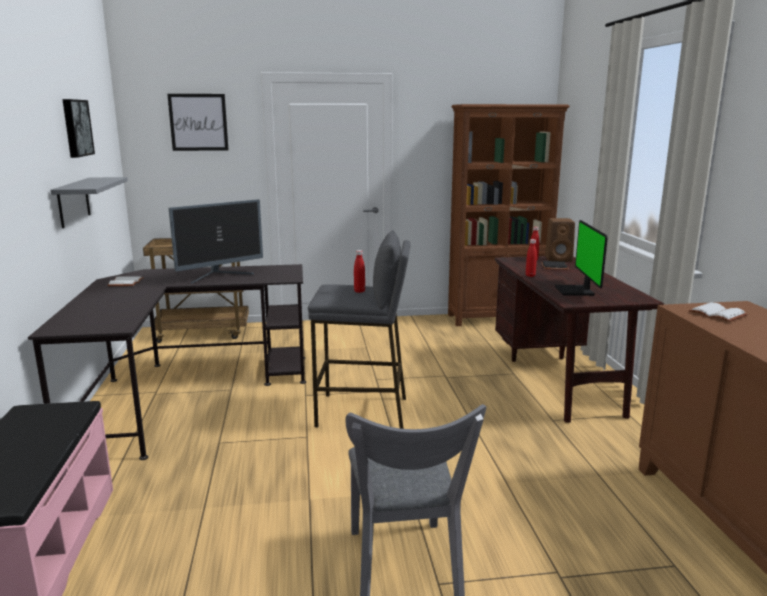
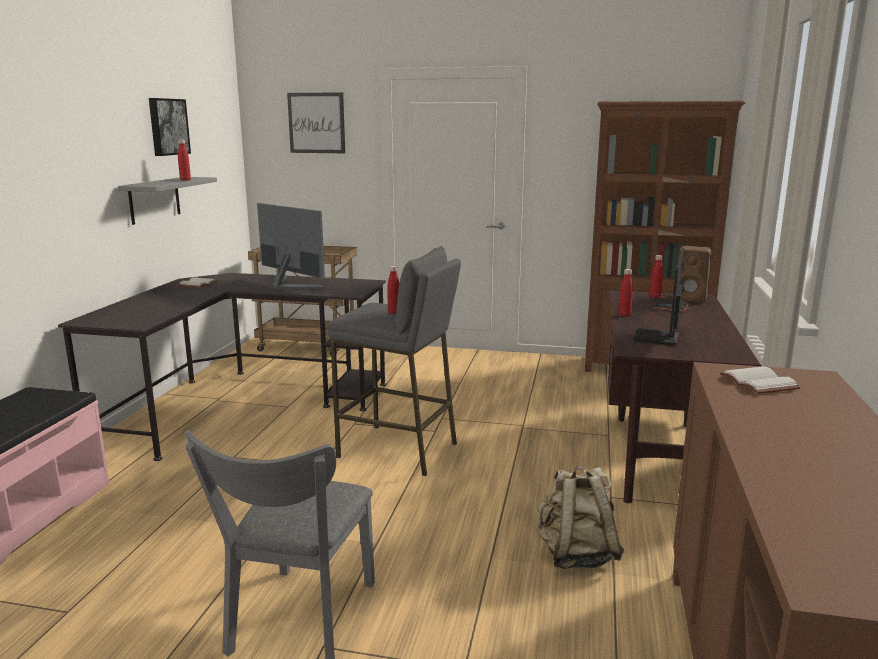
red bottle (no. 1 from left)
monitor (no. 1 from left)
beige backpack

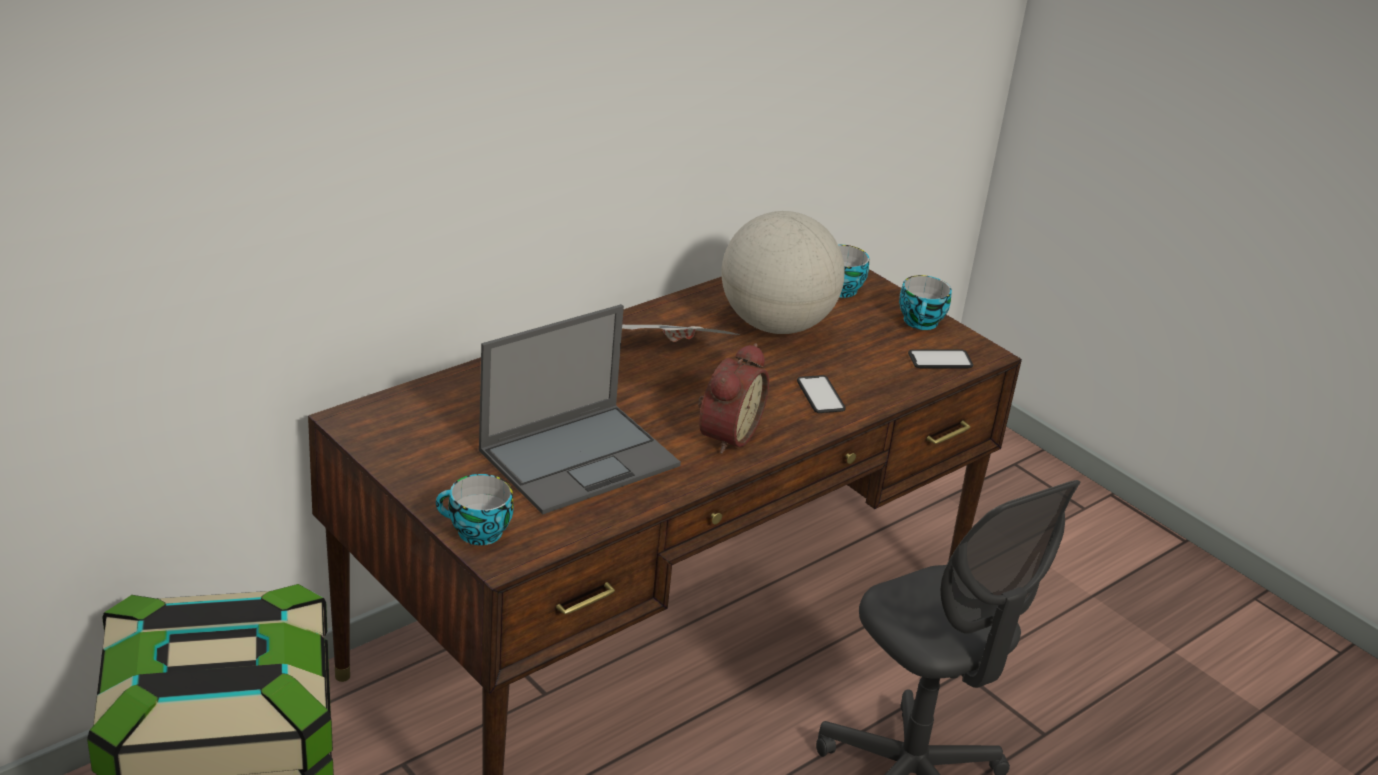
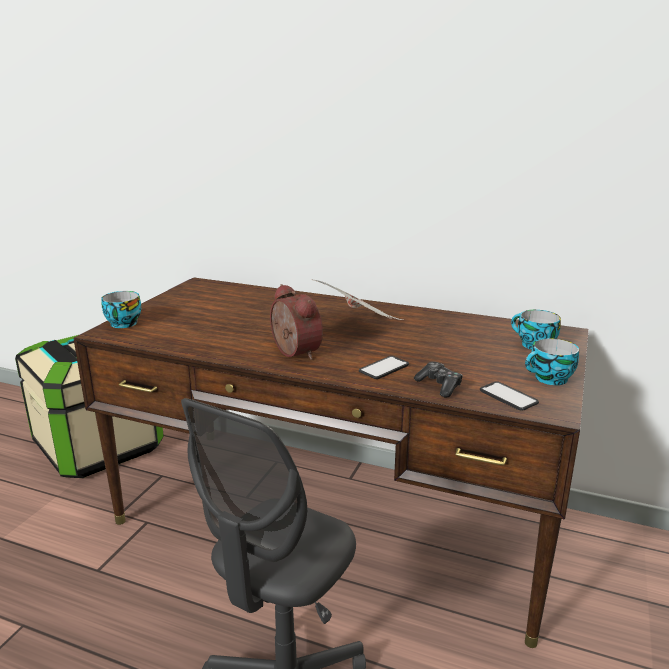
alarm clock
game controller
laptop
globe

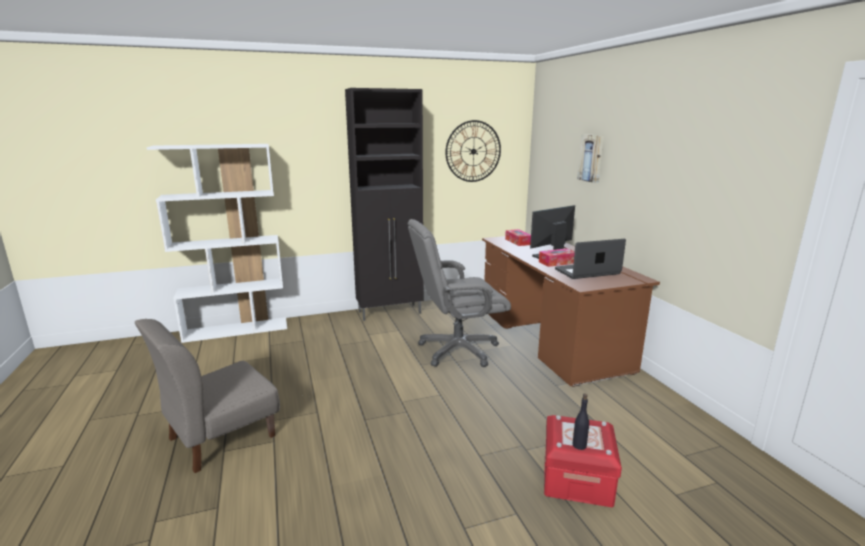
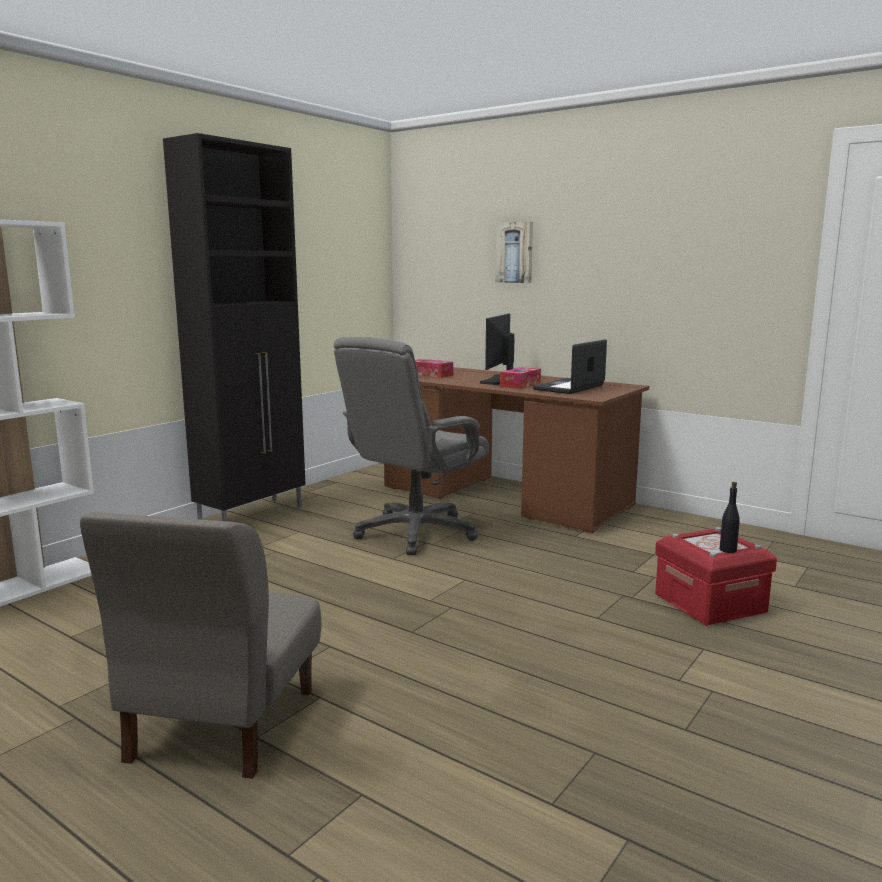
wall clock

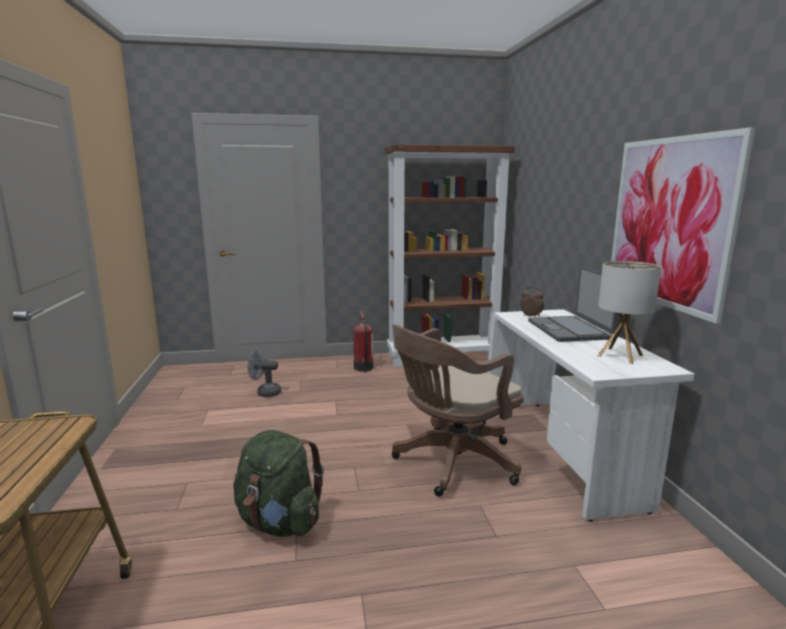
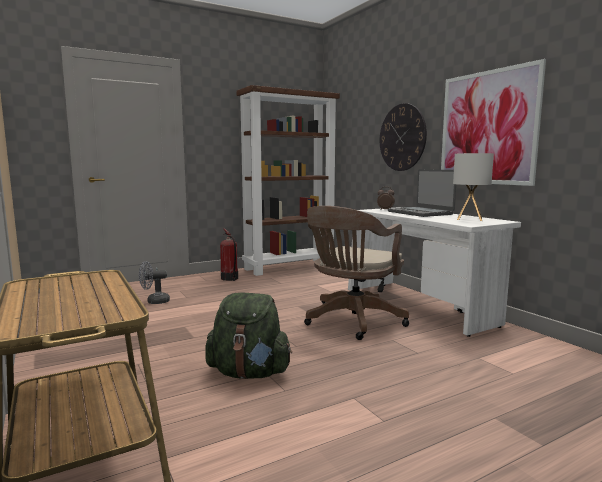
wall clock

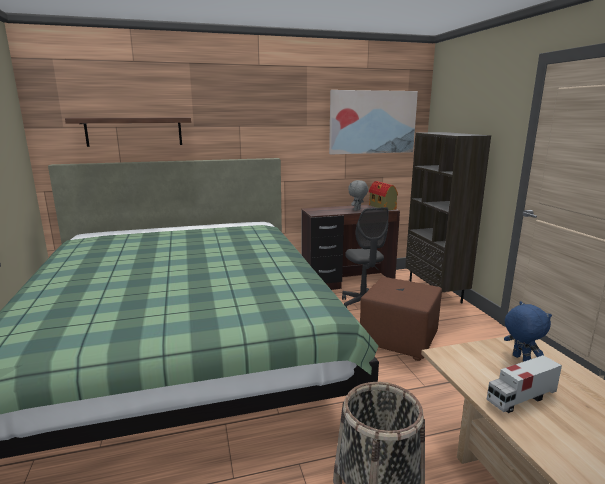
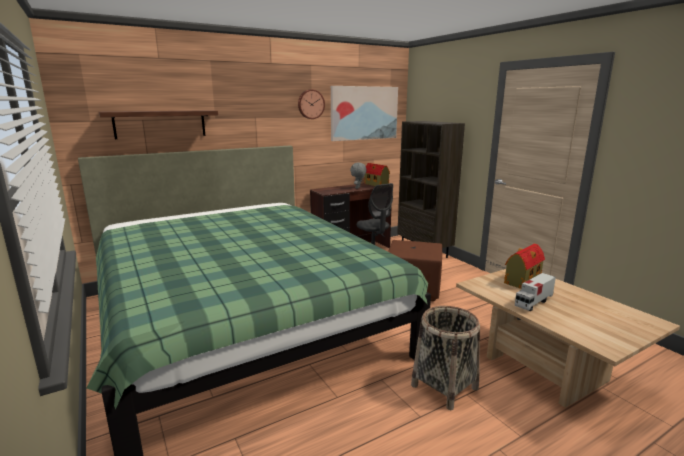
wall clock
toy house (no. 2 from left)

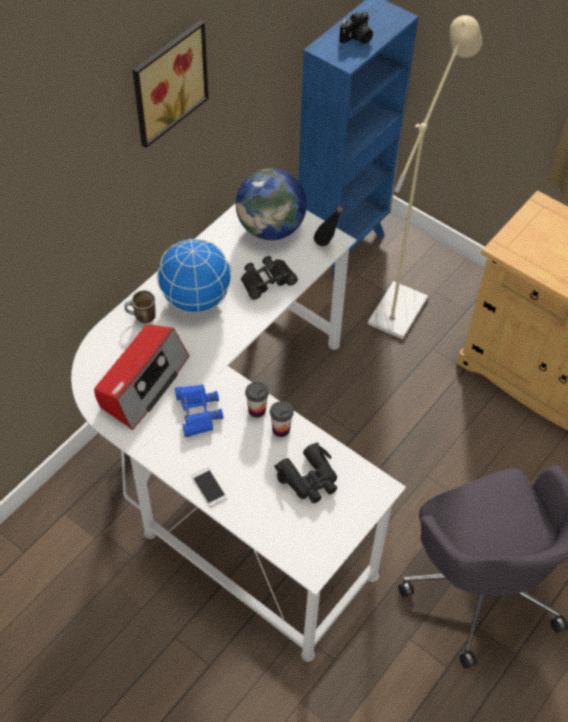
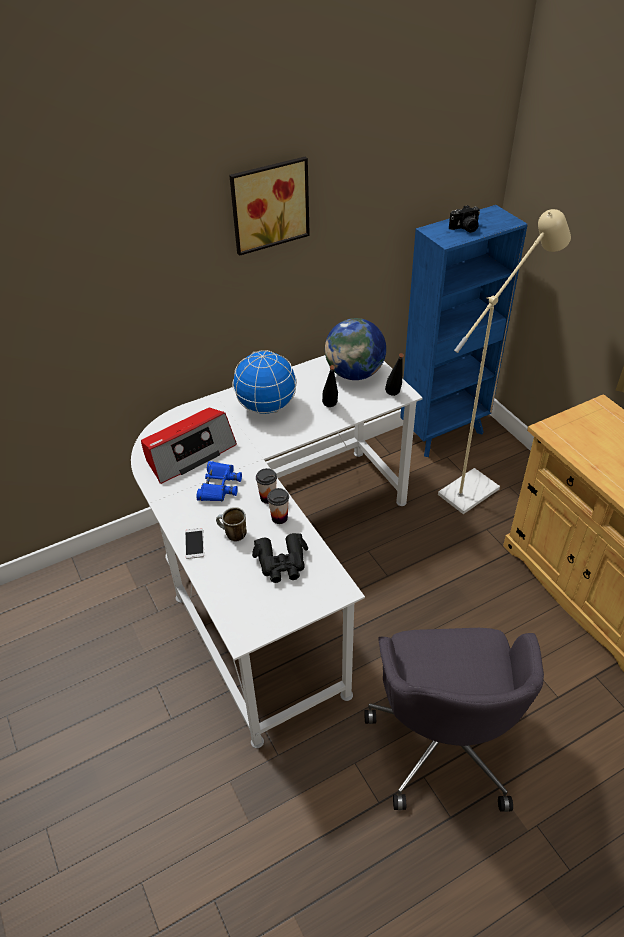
mug
black bottle (no. 1 from left)

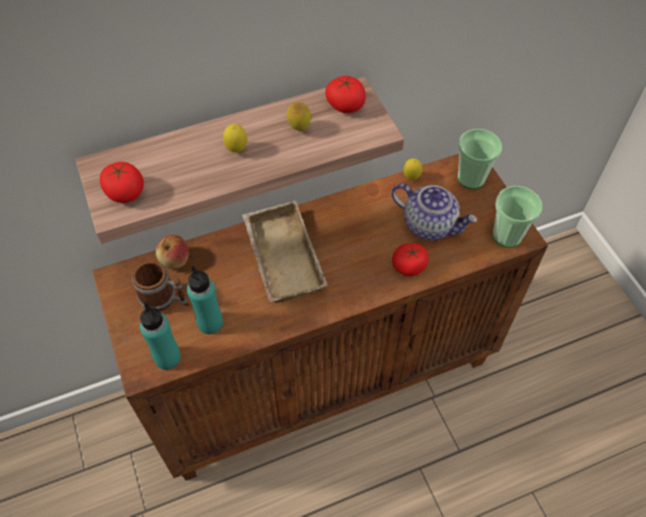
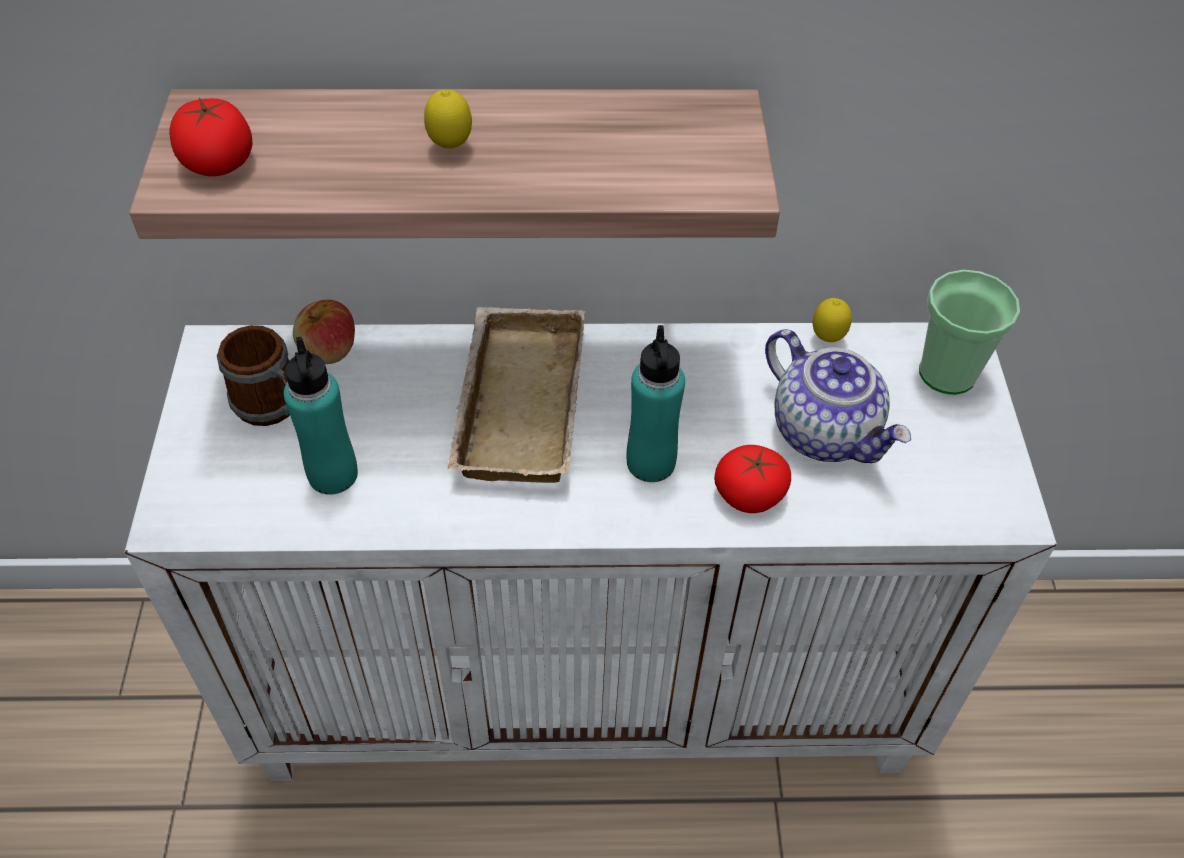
white cabinet
turquoise bottle (no. 2 from left)
lemon (no. 2 from left in the first image)
tomato (no. 2 from left in the first image)
cup (no. 2 from left in the first image)

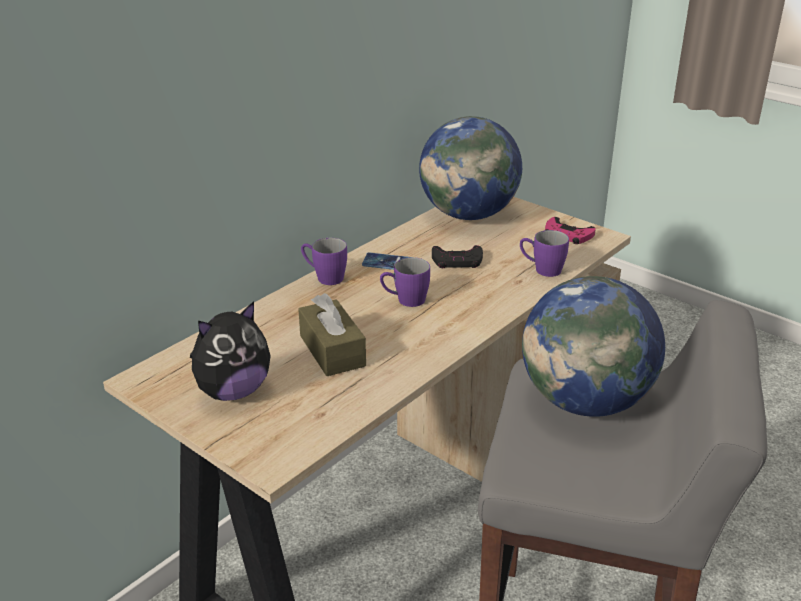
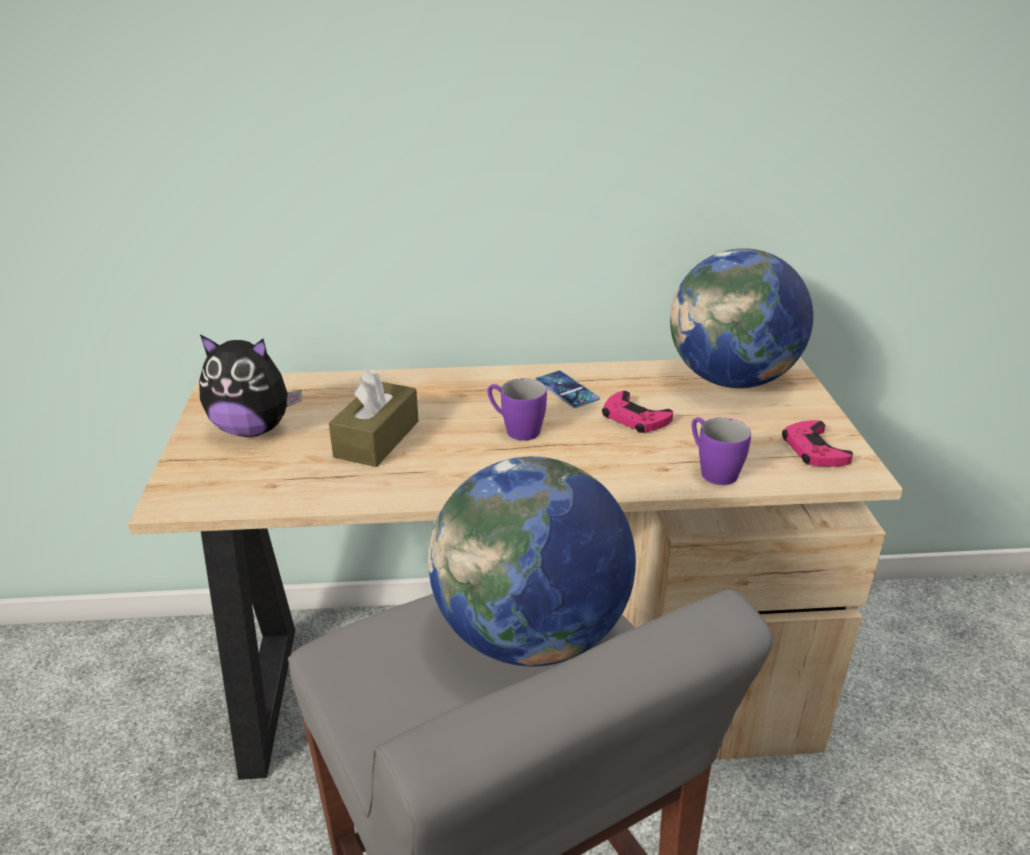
pink game controller (no. 1 from left)
purple mug (no. 1 from left in the first image)

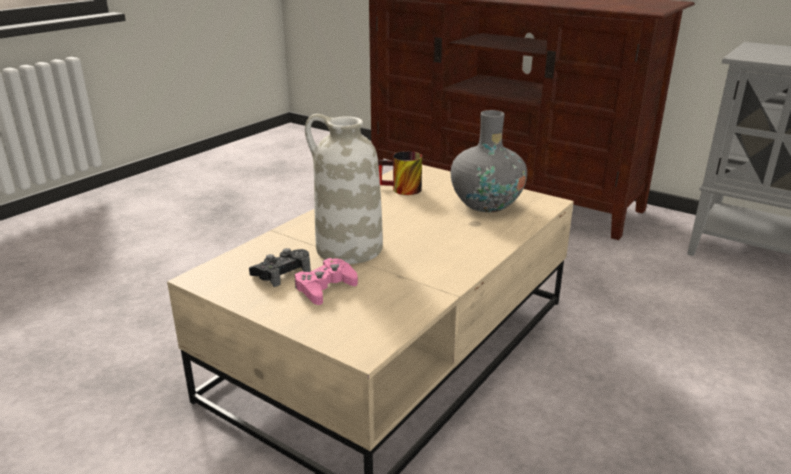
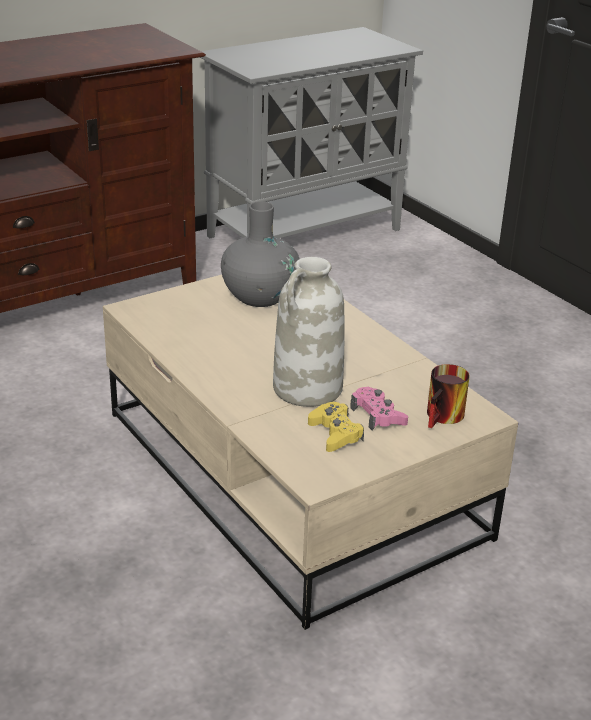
yellow game controller
mug

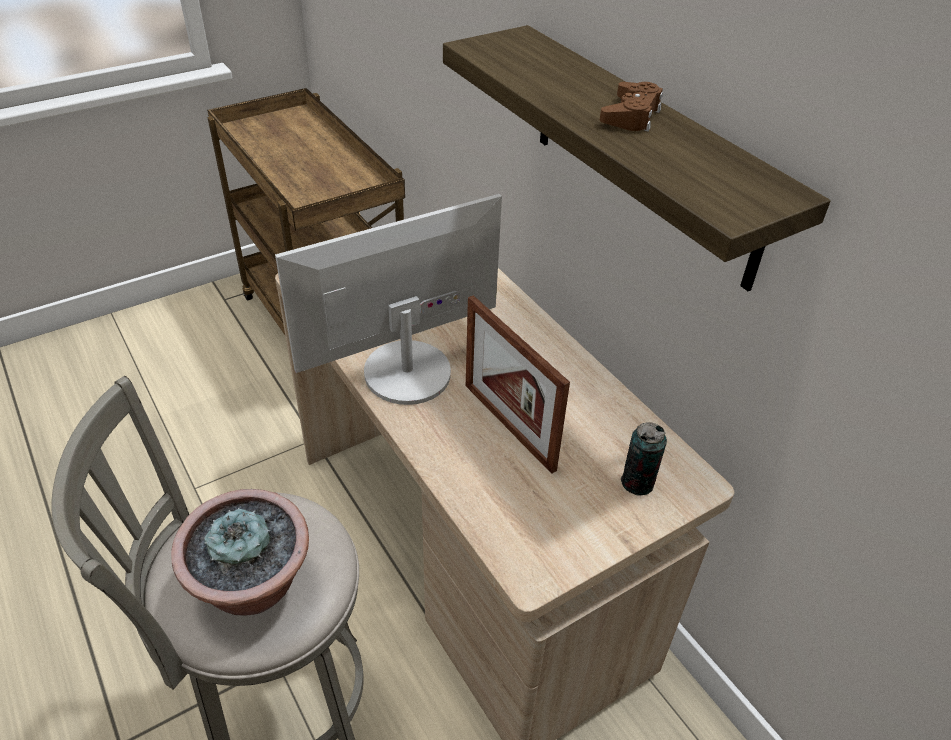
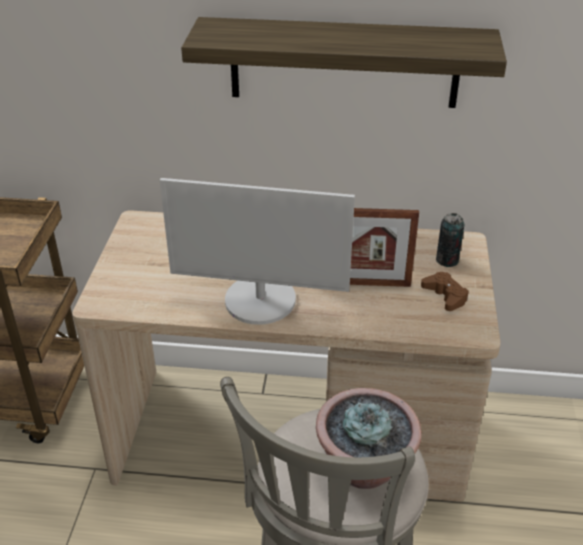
monitor
brown game controller

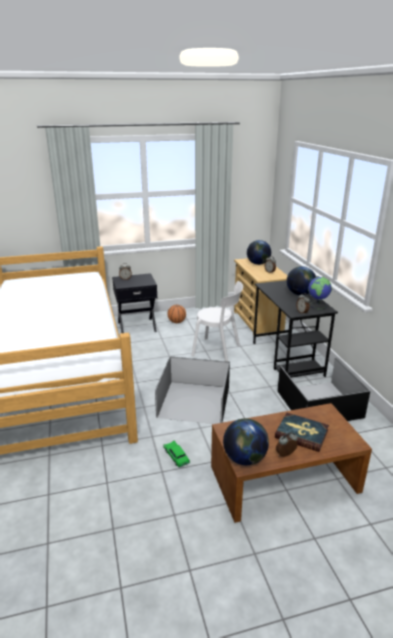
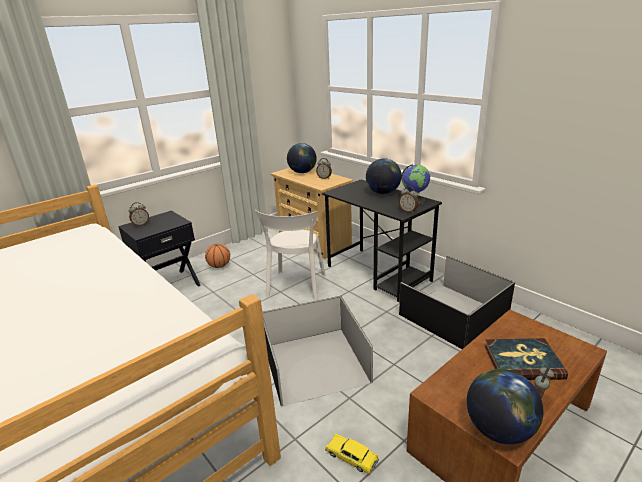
white chair
yellow toy car

